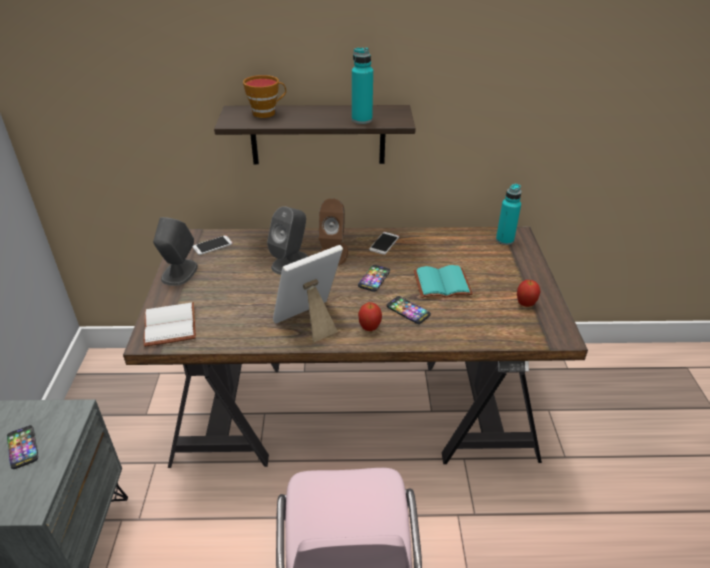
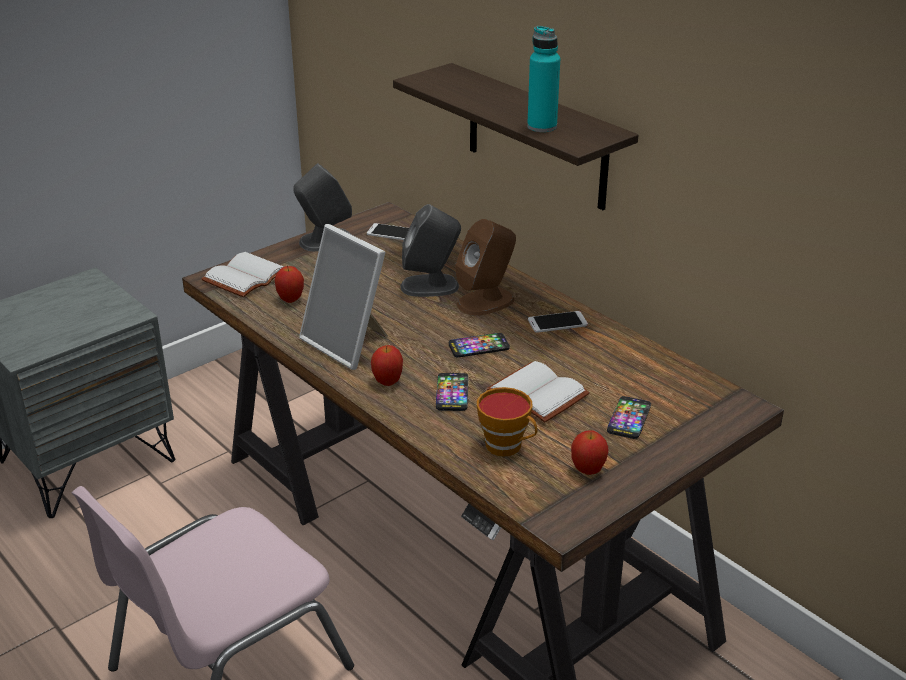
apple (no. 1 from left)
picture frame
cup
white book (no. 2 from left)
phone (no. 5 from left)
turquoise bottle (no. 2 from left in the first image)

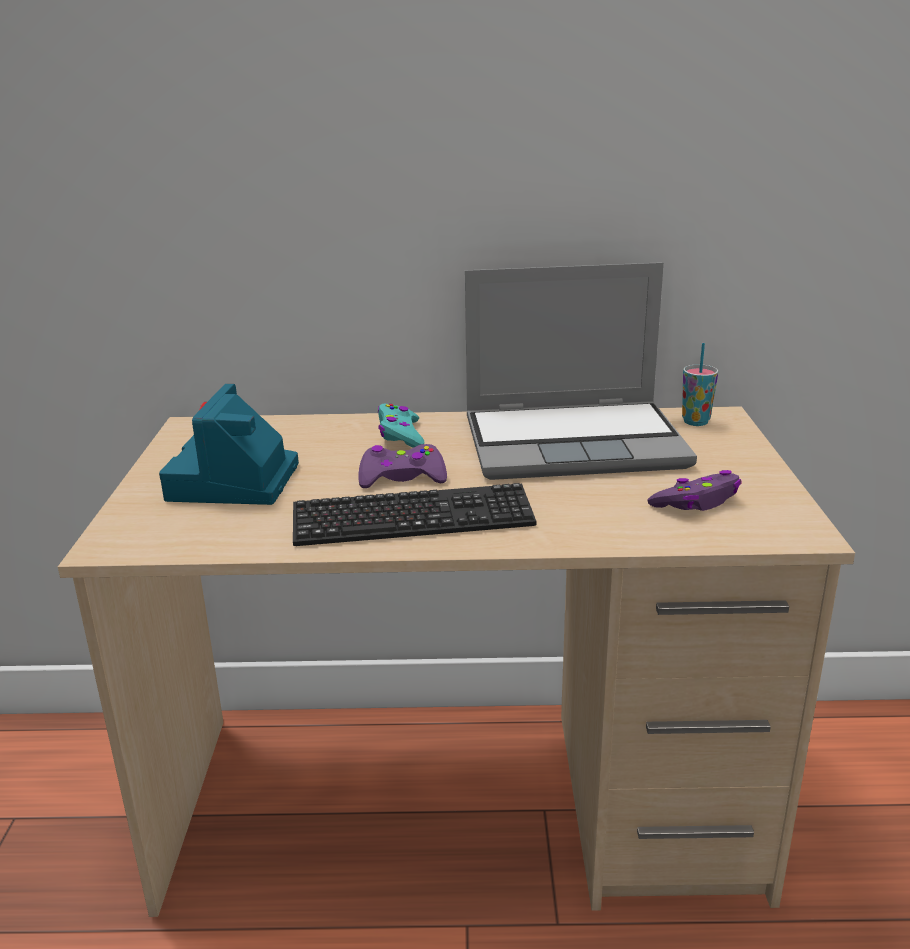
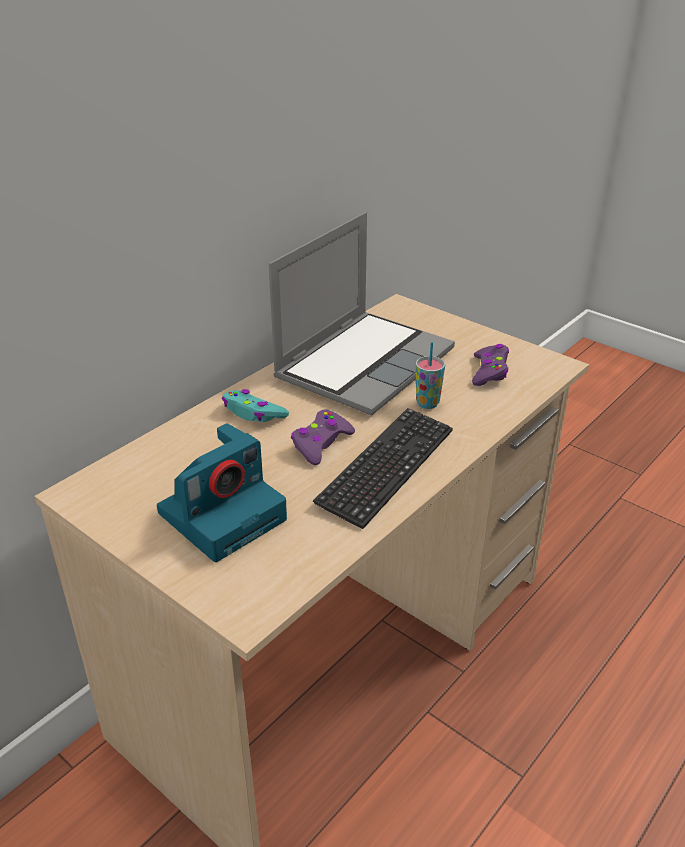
photo camera
cup

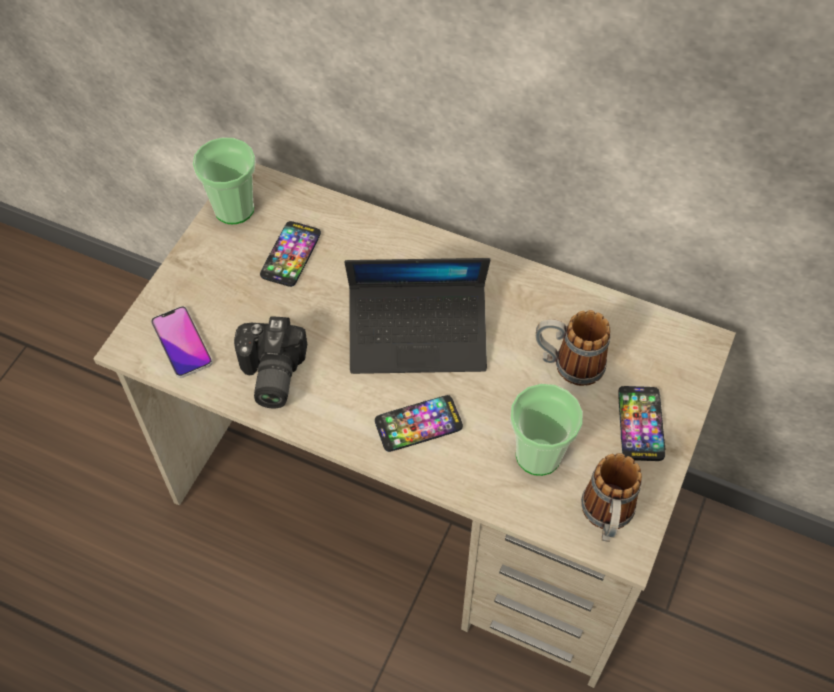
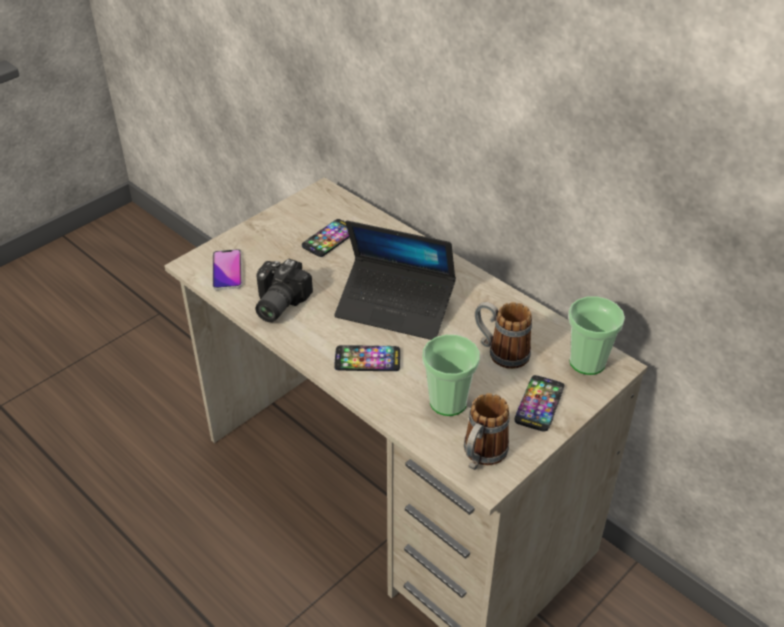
cup (no. 2 from left)

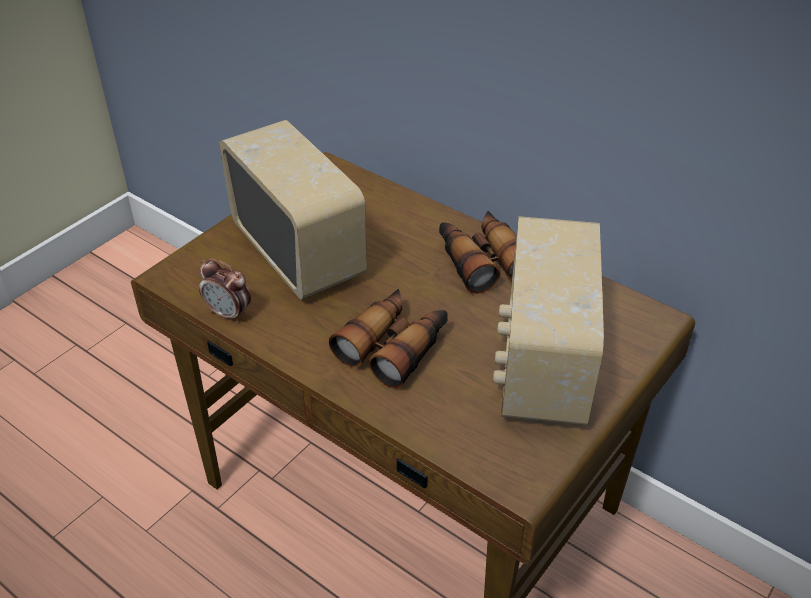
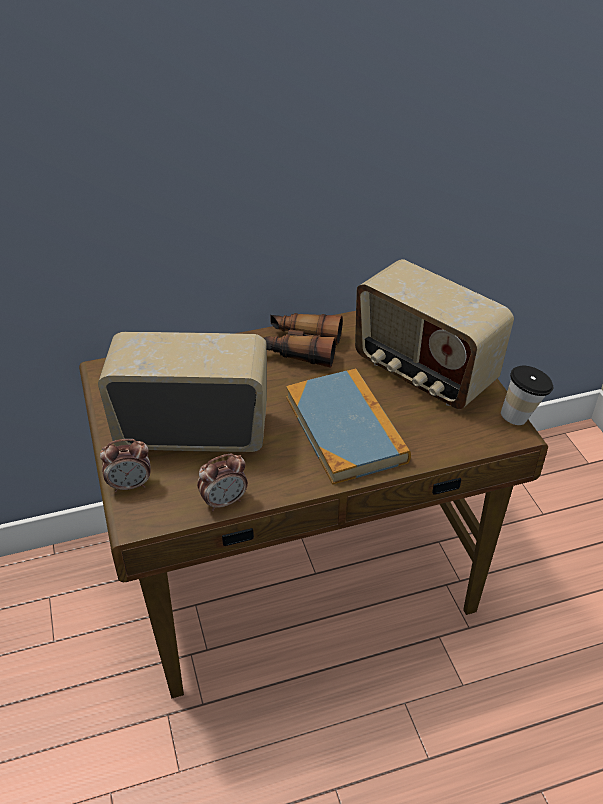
alarm clock (no. 1 from left)
book
cup

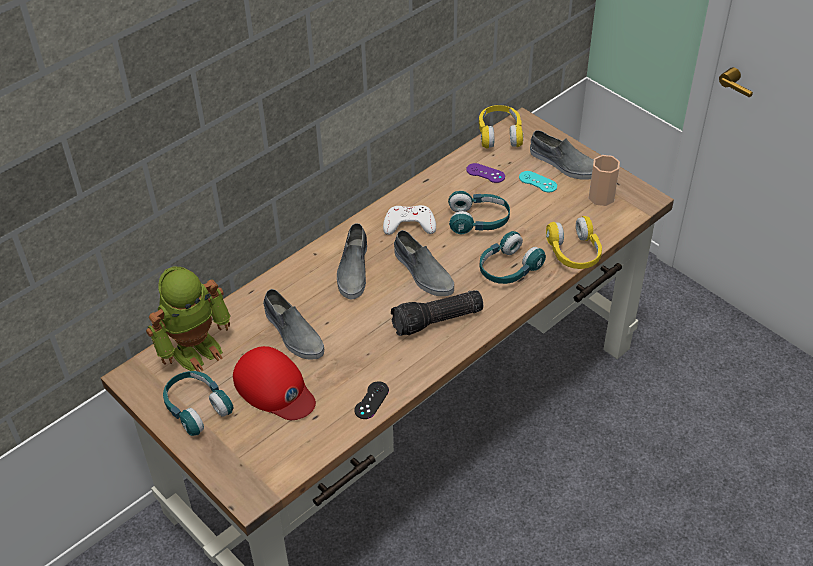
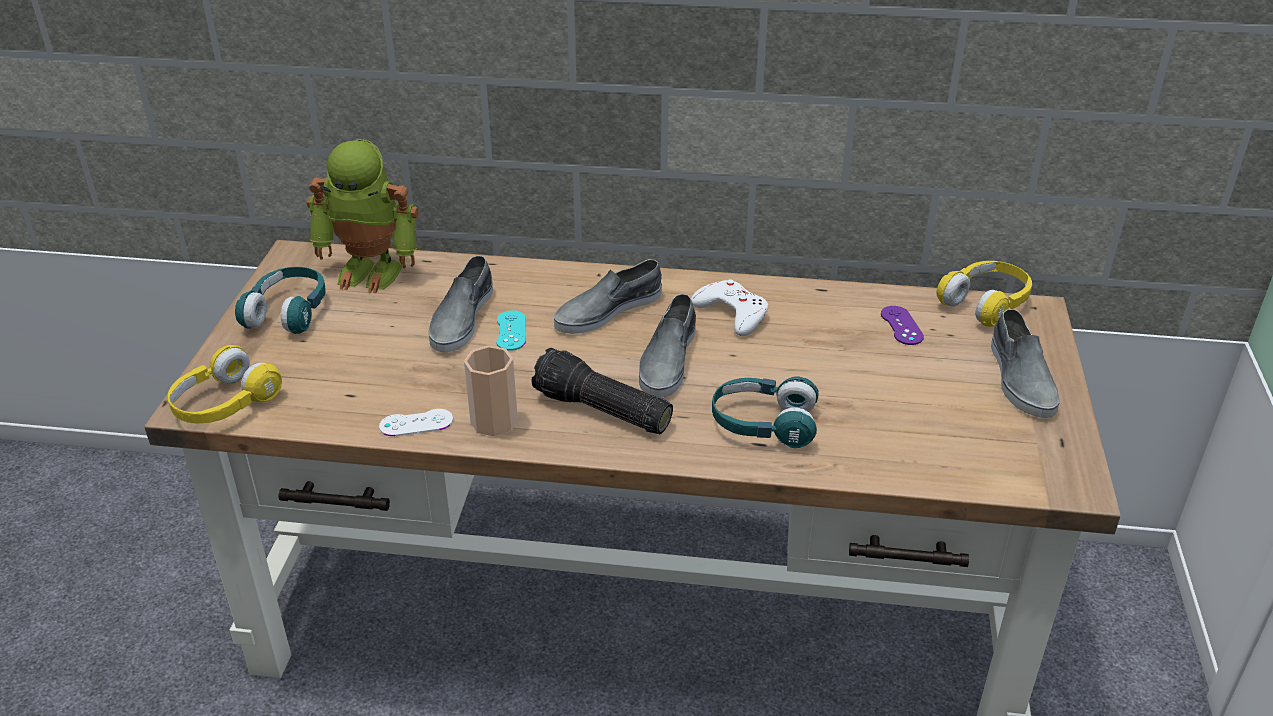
yellow headphones (no. 1 from left)
white game controller (no. 1 from left)
cup
turquoise game controller
red cap
turquoise headphones (no. 2 from left in the first image)

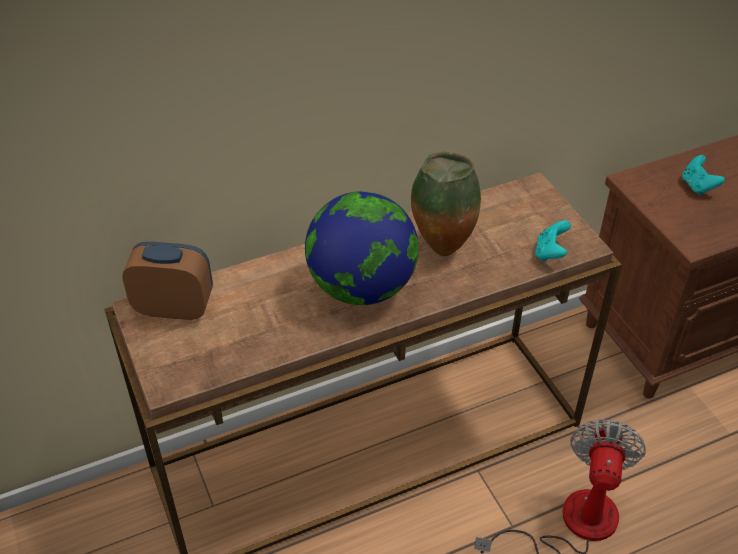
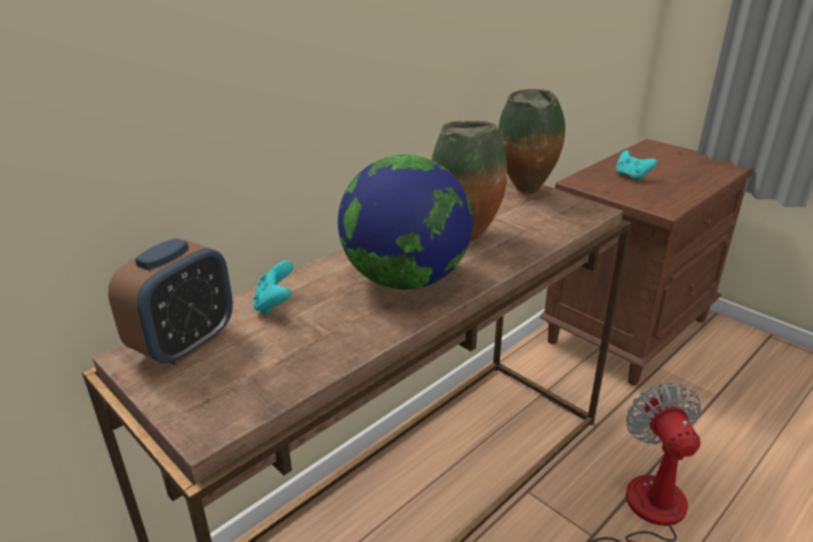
alarm clock
turquoise game controller (no. 1 from left)
vase (no. 2 from left)

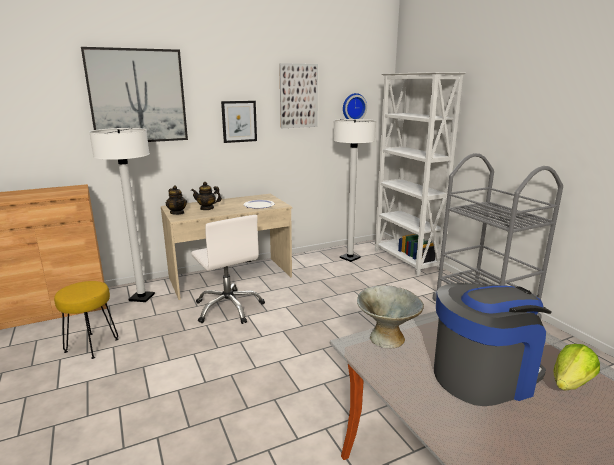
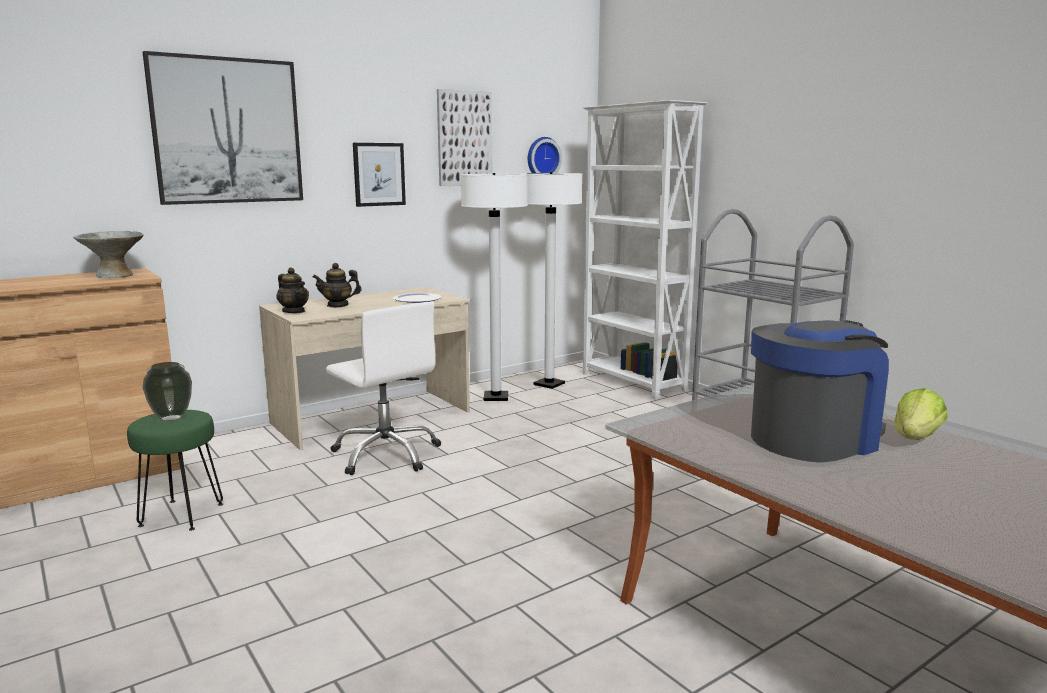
grey bowl
green stool
vase
white floor lamp (no. 1 from left)

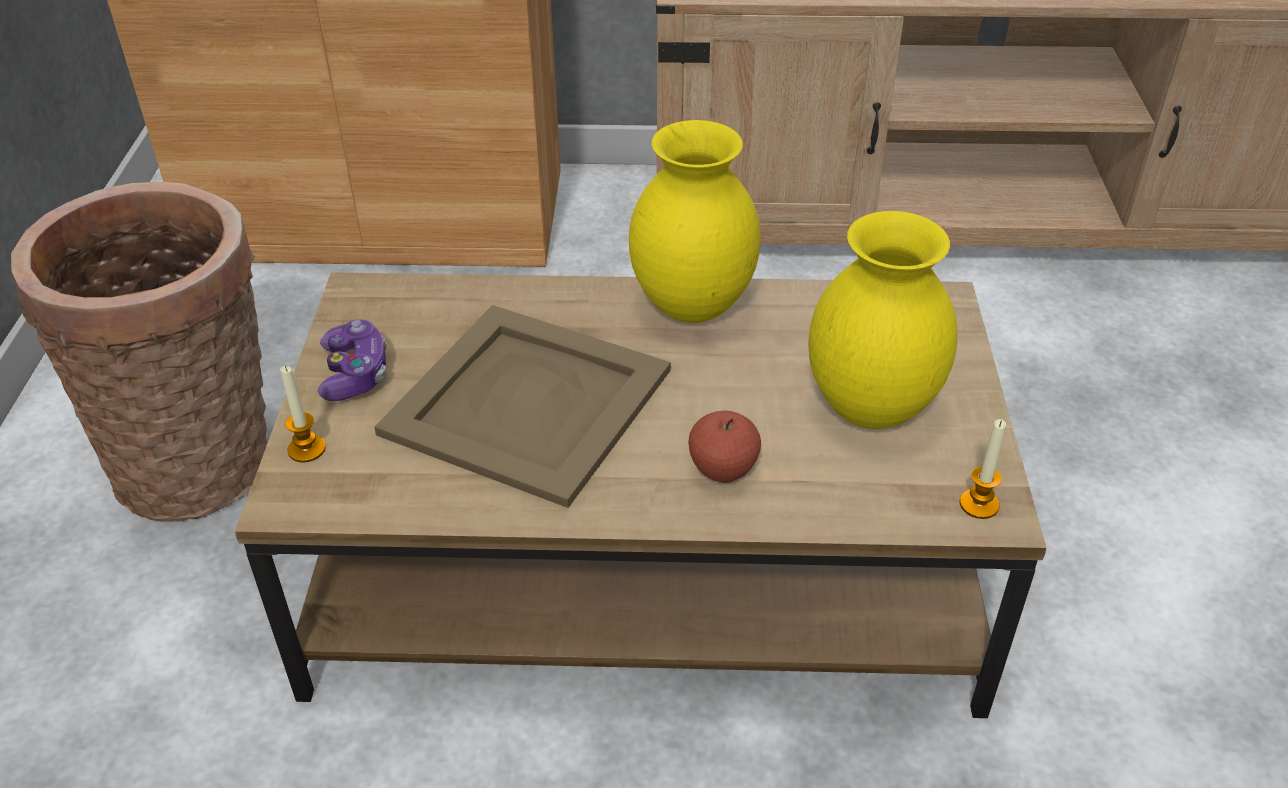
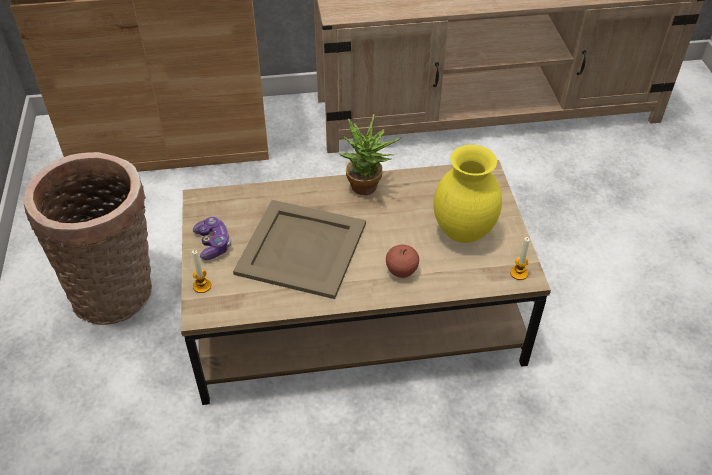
potted plant

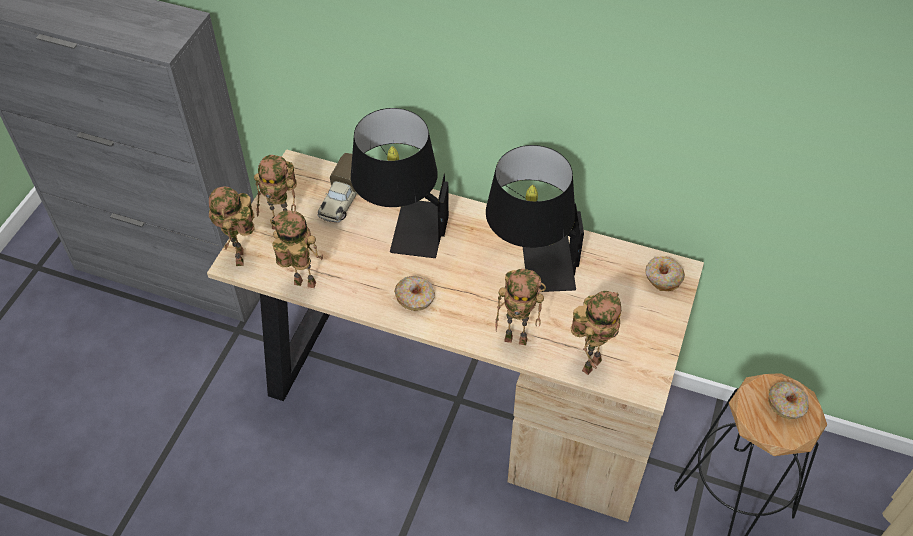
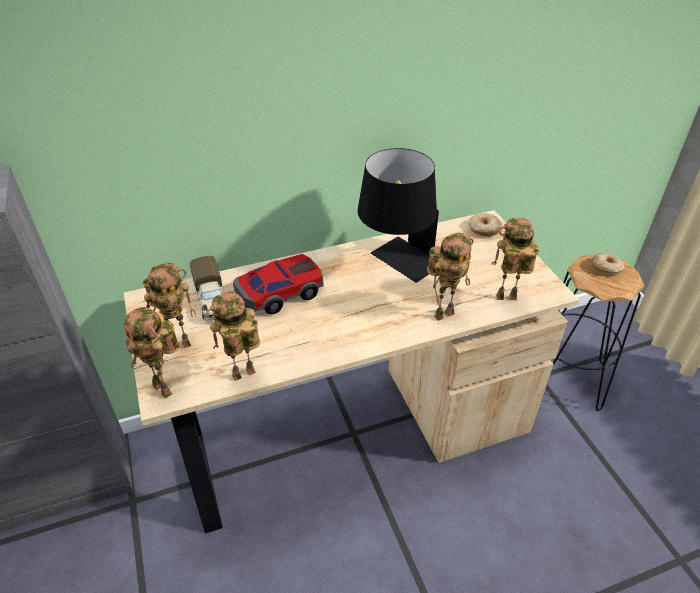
toy car
toy robot (no. 5 from left)
donut (no. 1 from left in the first image)

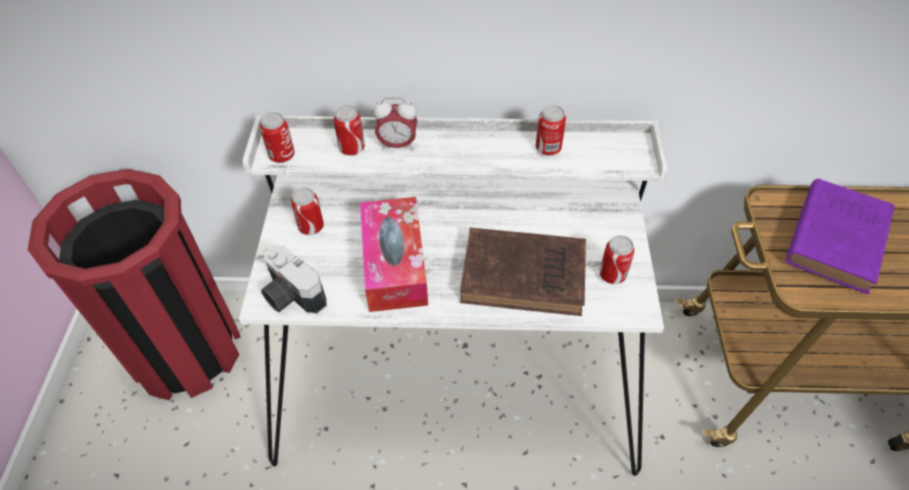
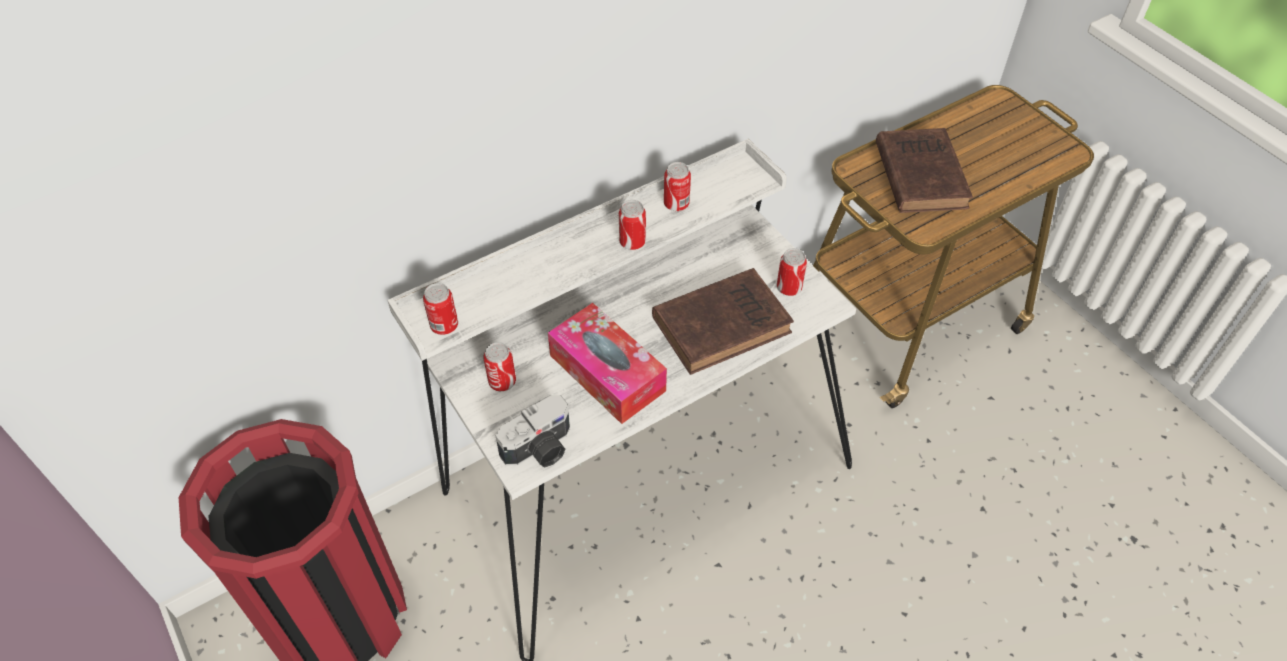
photo camera
can (no. 3 from left)
brown book (no. 2 from left)
alarm clock

